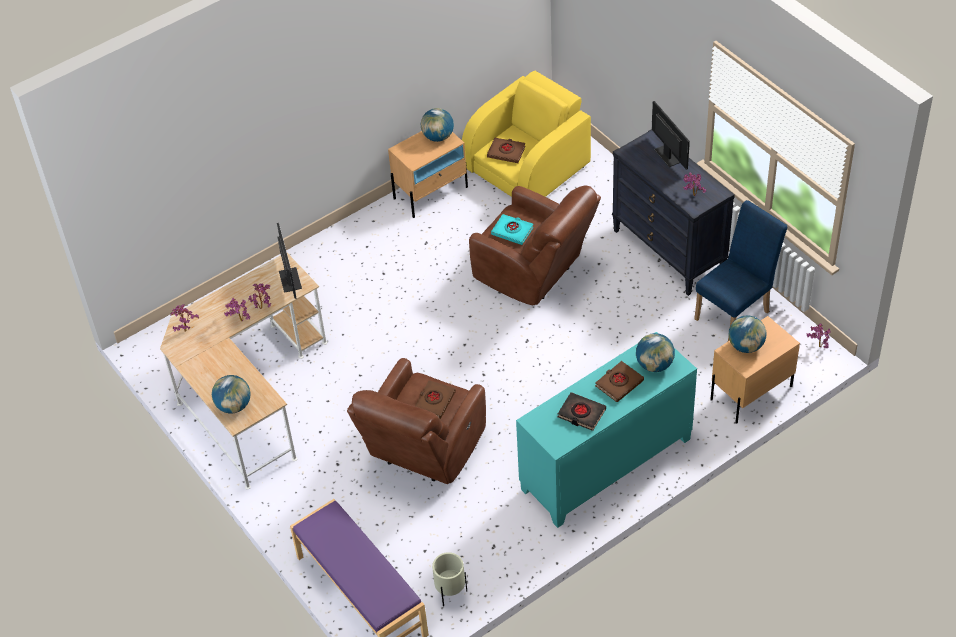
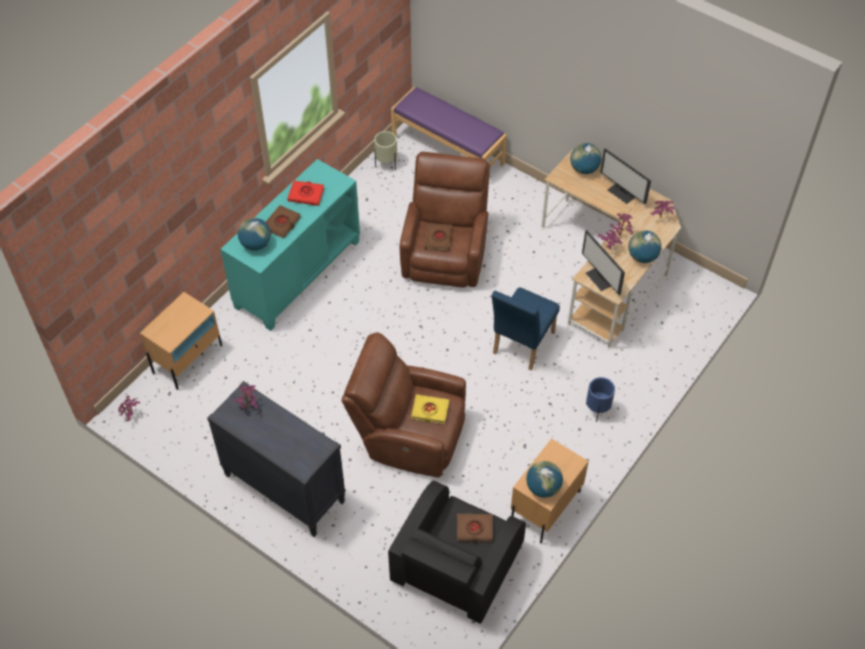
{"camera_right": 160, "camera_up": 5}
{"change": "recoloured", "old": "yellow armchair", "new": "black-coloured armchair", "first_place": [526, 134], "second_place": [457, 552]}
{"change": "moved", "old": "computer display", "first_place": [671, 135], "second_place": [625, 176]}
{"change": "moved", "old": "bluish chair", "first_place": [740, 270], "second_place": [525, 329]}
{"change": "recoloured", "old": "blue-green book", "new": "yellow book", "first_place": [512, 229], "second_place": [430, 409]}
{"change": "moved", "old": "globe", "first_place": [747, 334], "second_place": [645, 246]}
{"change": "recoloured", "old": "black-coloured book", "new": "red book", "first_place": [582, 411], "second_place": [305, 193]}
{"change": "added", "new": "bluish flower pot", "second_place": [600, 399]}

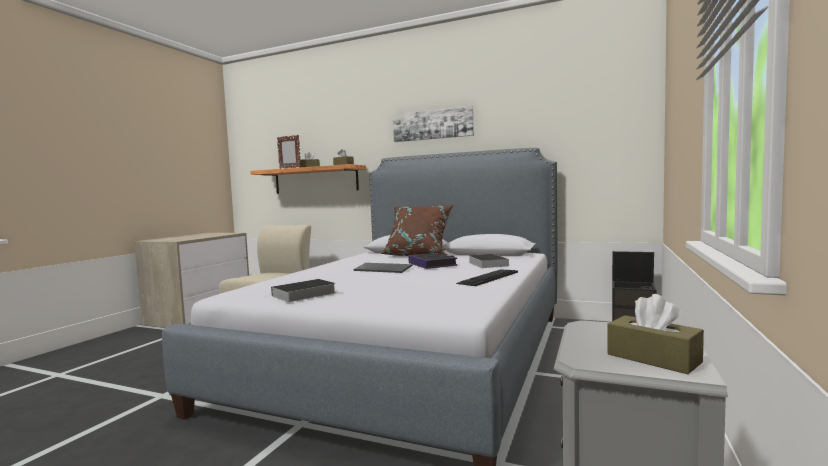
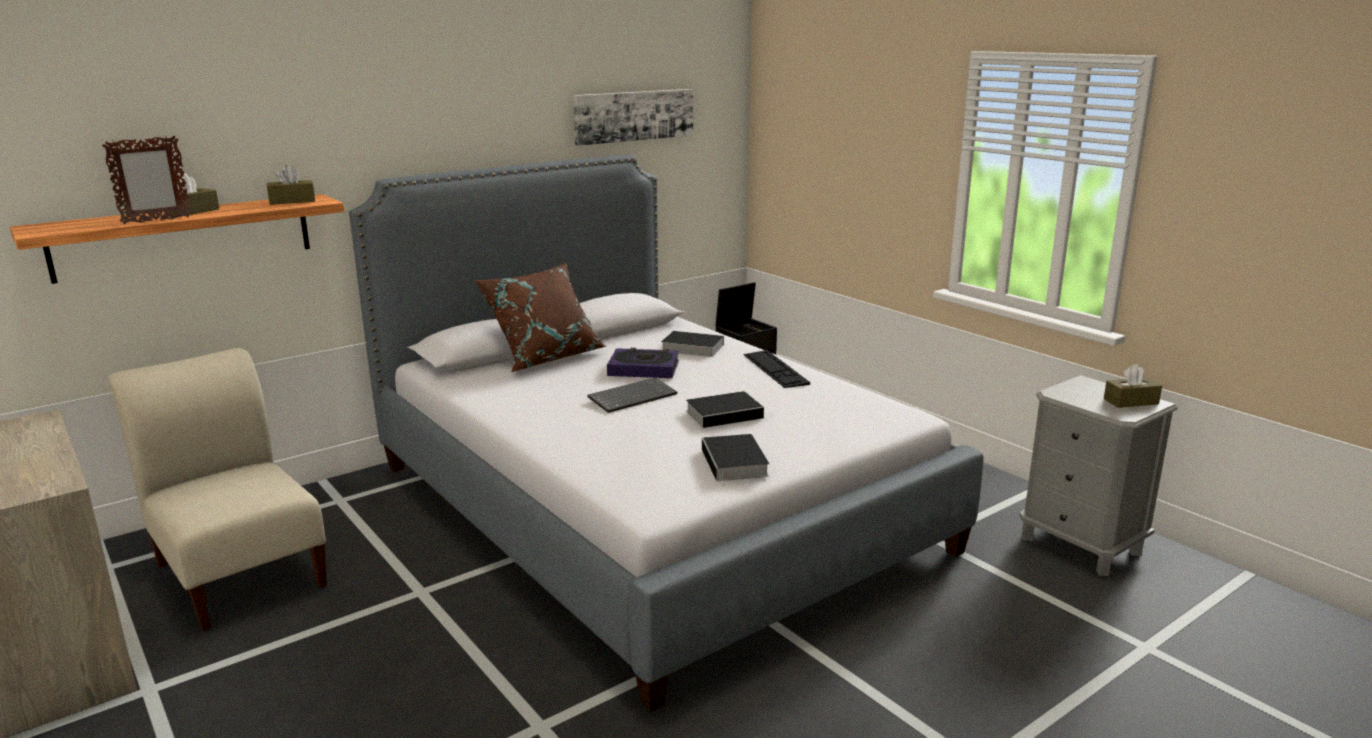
{"camera_right": -60, "camera_up": 15}
{"change": "moved", "old": "picture", "first_place": [433, 124], "second_place": [633, 117]}
{"change": "added", "new": "book", "second_place": [728, 409]}

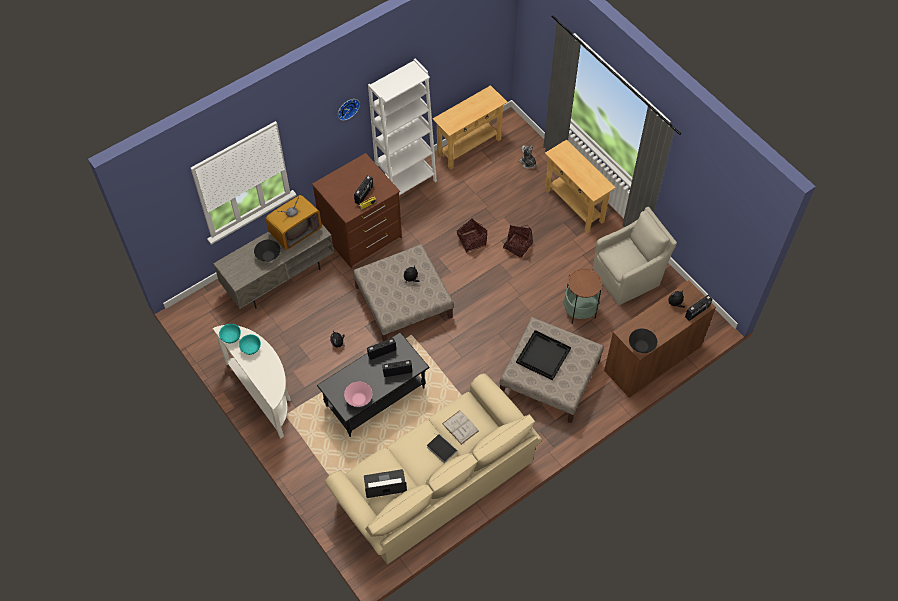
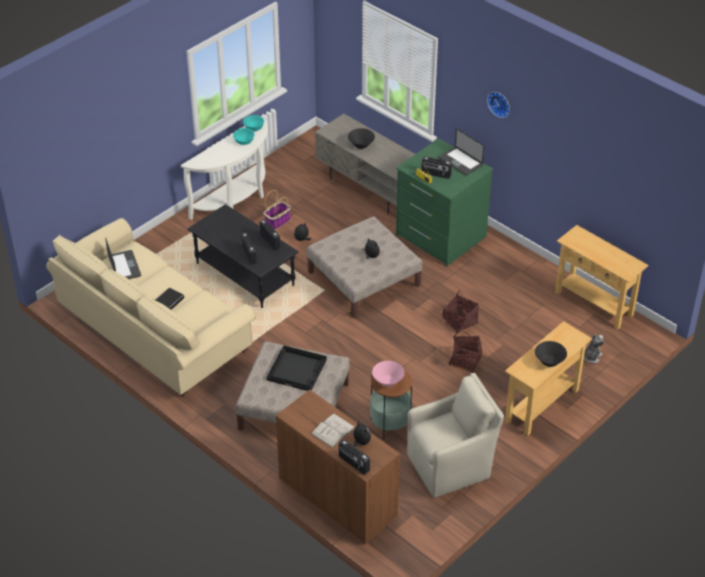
{"camera_right": 80, "camera_up": -15}
{"change": "removed", "old": "whitish bookcase", "first_place": [402, 127]}
{"change": "recoloured", "old": "brown drawer chest", "new": "green-coloured drawer chest", "first_place": [357, 210], "second_place": [444, 202]}
{"change": "removed", "old": "TV set", "first_place": [293, 222]}
{"change": "turned", "old": "beige-coloured armchair", "first_place": [635, 256], "second_place": [455, 435], "degrees": -75}
{"change": "moved", "old": "black-coloured deep dish", "first_place": [643, 341], "second_place": [551, 354]}
{"change": "moved", "old": "pink deep dish", "first_place": [358, 394], "second_place": [388, 374]}
{"change": "moved", "old": "whitish book", "first_place": [460, 427], "second_place": [333, 430]}
{"change": "added", "new": "laptop", "second_place": [461, 152]}
{"change": "added", "new": "basket", "second_place": [277, 210]}

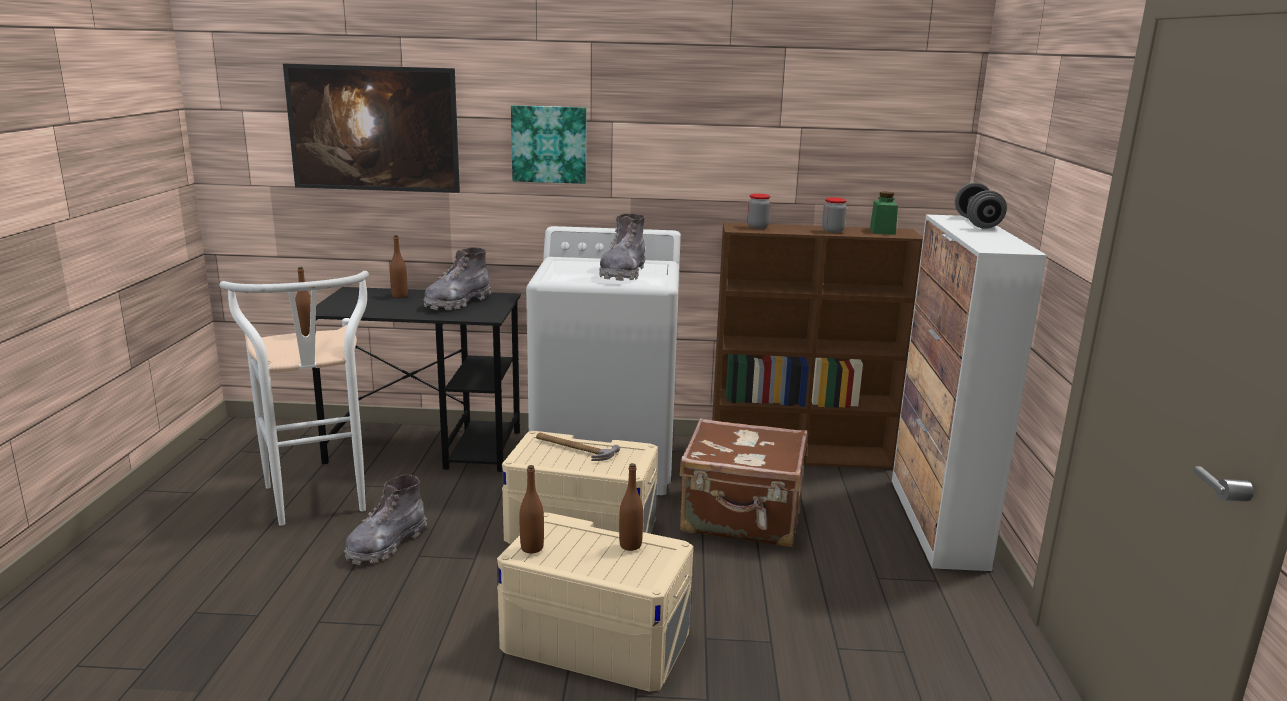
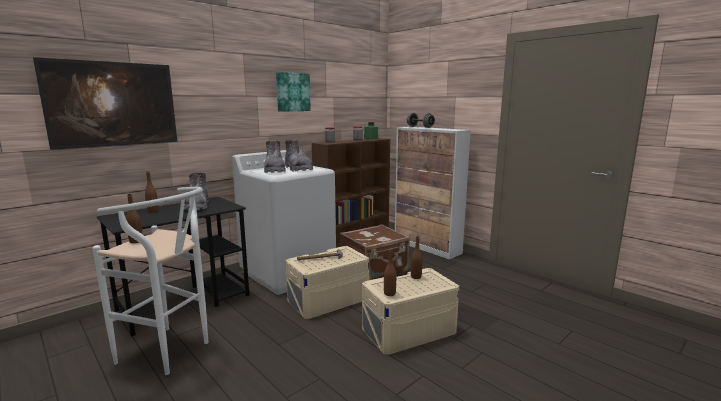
{"camera_right": -45, "camera_up": -5}
{"change": "moved", "old": "picture", "first_place": [548, 144], "second_place": [293, 92]}
{"change": "moved", "old": "gray high-top boot", "first_place": [385, 520], "second_place": [275, 157]}

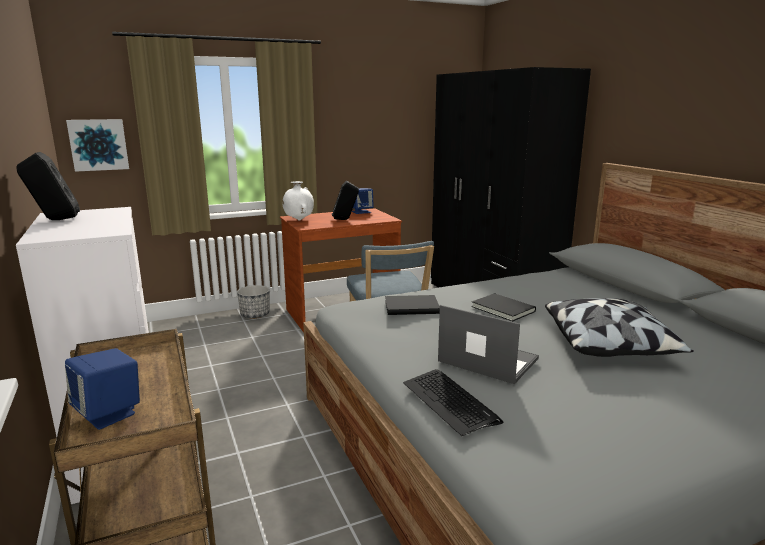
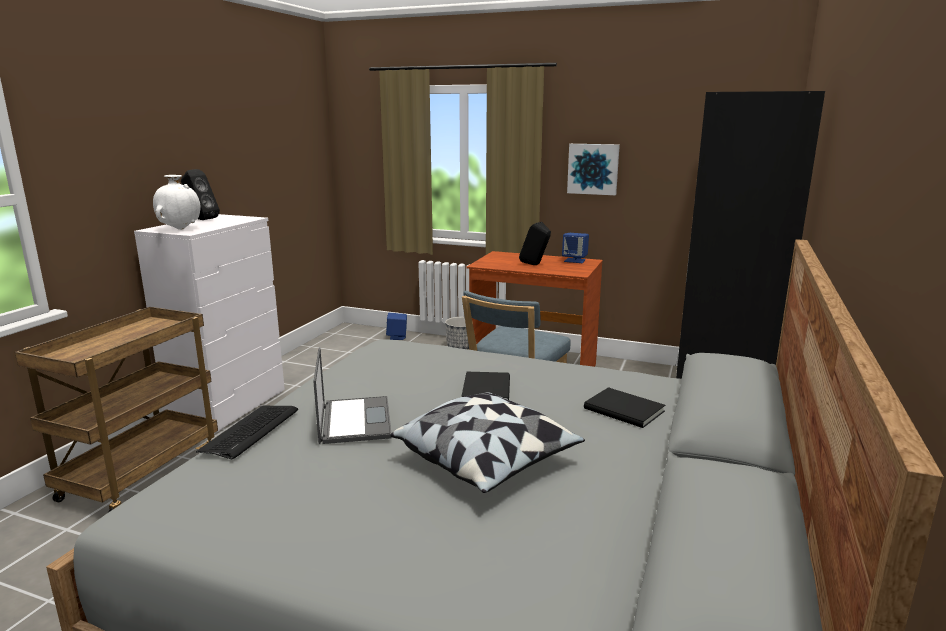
{"camera_right": 45, "camera_up": 0}
{"change": "moved", "old": "picture", "first_place": [97, 145], "second_place": [593, 169]}
{"change": "moved", "old": "whitish vase", "first_place": [298, 200], "second_place": [177, 202]}
{"change": "moved", "old": "black-coloured book", "first_place": [412, 305], "second_place": [625, 407]}
{"change": "moved", "old": "bluish audio speaker", "first_place": [102, 389], "second_place": [396, 326]}

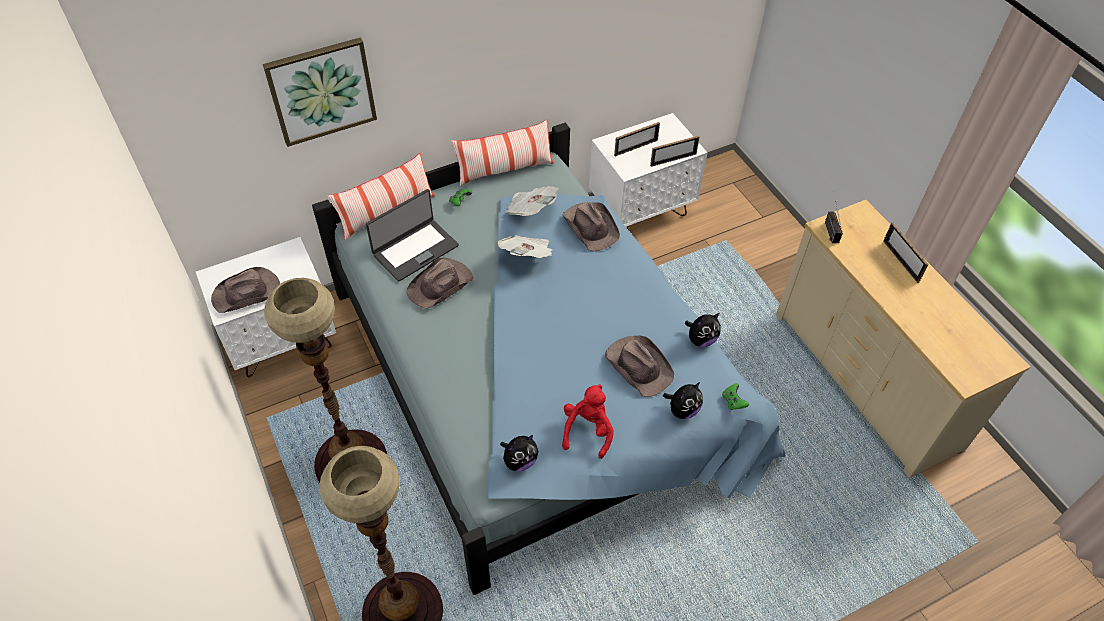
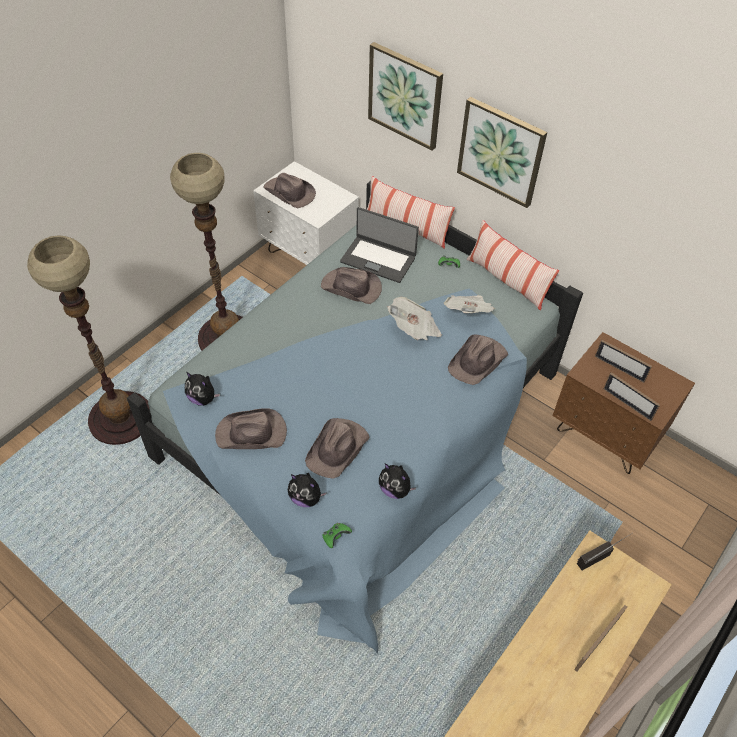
{"camera_right": 65, "camera_up": 0}
{"change": "recoloured", "old": "whitish night table", "new": "brown night table", "first_place": [648, 171], "second_place": [623, 403]}
{"change": "replaced", "old": "red cuddly toy", "new": "brown hat", "first_place": [588, 421], "second_place": [251, 428]}
{"change": "added", "new": "picture", "second_place": [502, 152]}

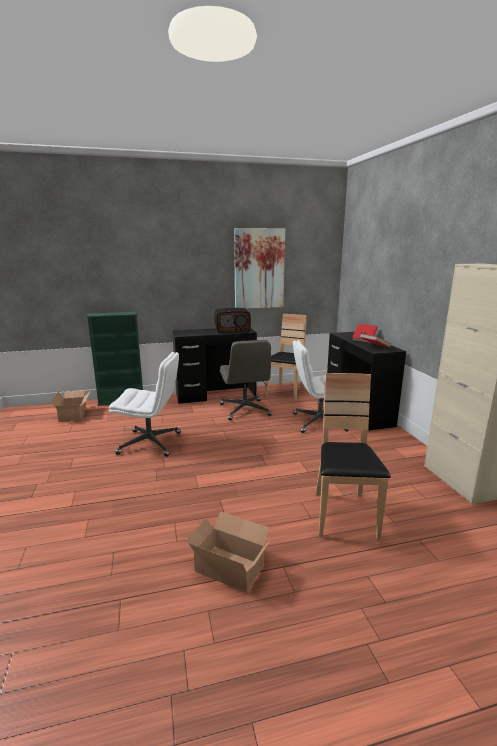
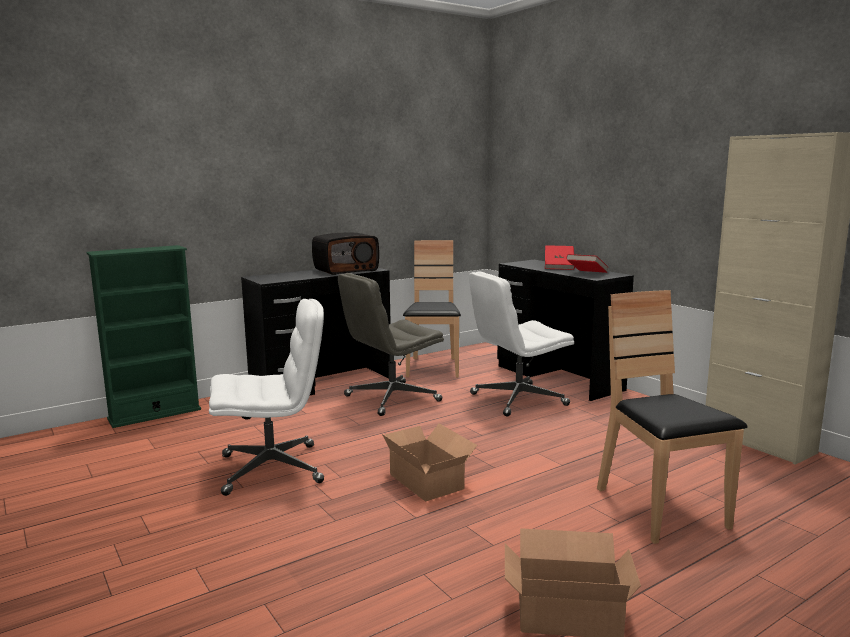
{"camera_right": -20, "camera_up": -5}
{"change": "removed", "old": "picture", "first_place": [259, 268]}
{"change": "turned", "old": "gray desk chair", "first_place": [246, 380], "second_place": [391, 344], "degrees": 90}
{"change": "moved", "old": "carton", "first_place": [70, 406], "second_place": [429, 463]}

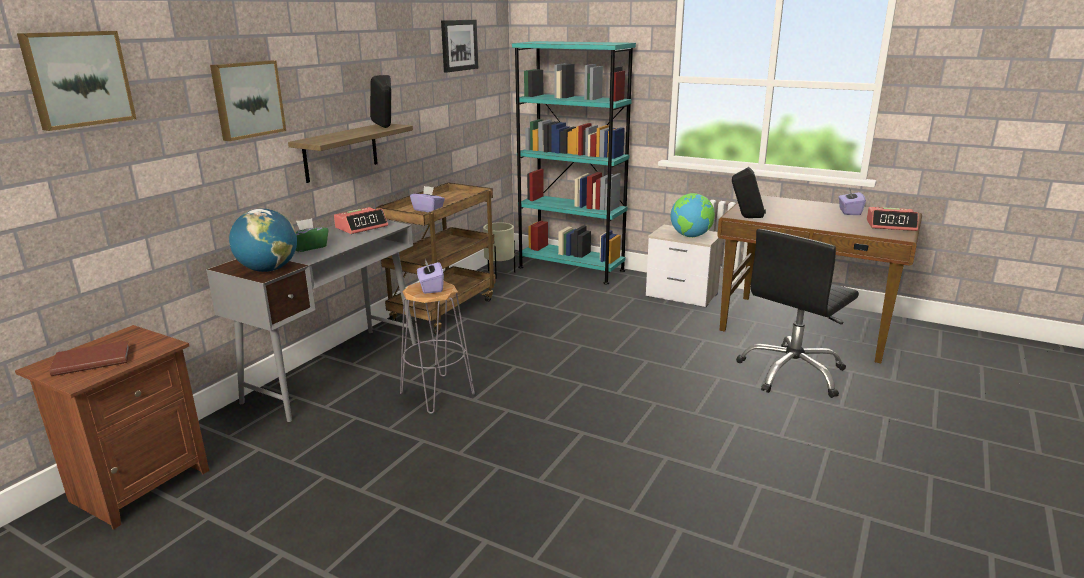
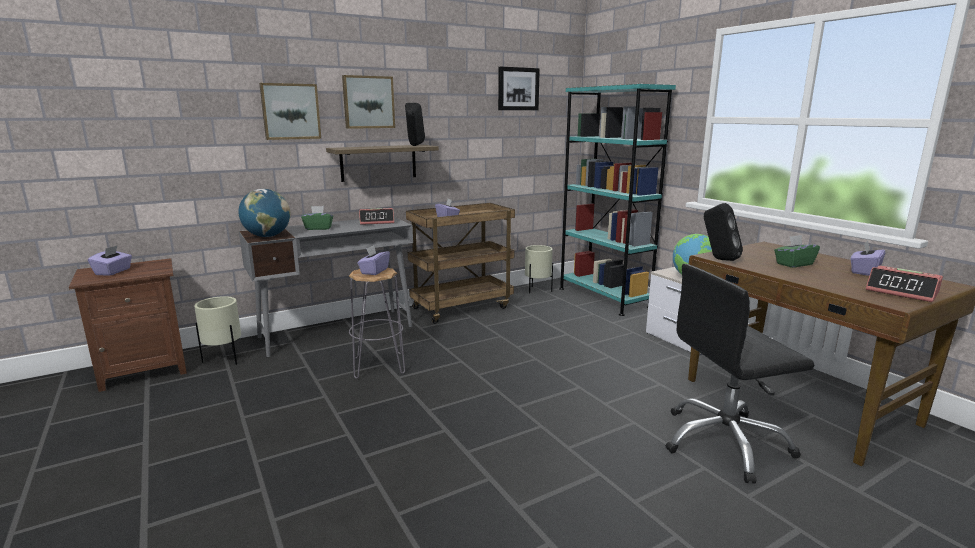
{"camera_right": 30, "camera_up": -5}
{"change": "moved", "old": "picture", "first_place": [76, 81], "second_place": [368, 102]}
{"change": "replaced", "old": "brown book", "new": "purple tissue holder", "first_place": [89, 358], "second_place": [110, 260]}
{"change": "added", "new": "green-coloured tissue holder", "second_place": [797, 251]}
{"change": "added", "new": "beige-coloured flower pot", "second_place": [217, 330]}

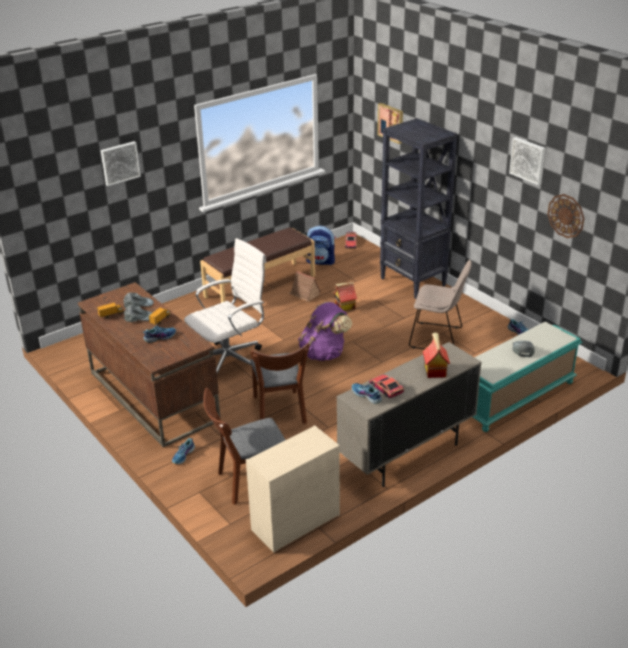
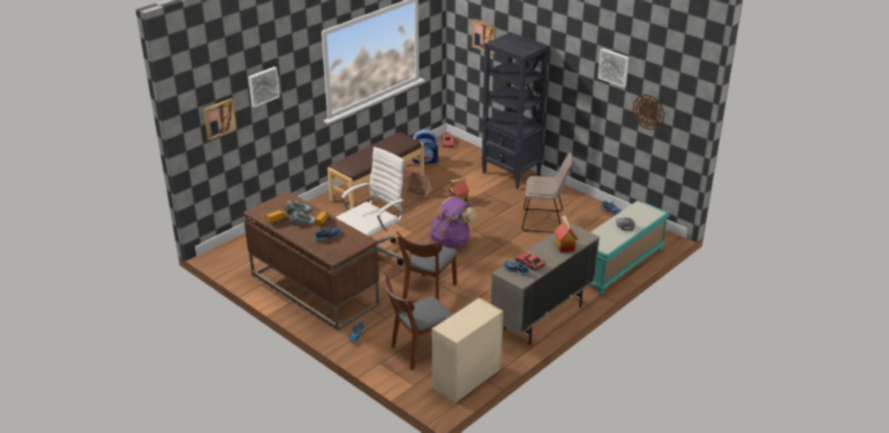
{"camera_right": -10, "camera_up": 0}
{"change": "turned", "old": "brown chair", "first_place": [280, 383], "second_place": [426, 265], "degrees": 45}
{"change": "added", "new": "picture", "second_place": [220, 119]}

